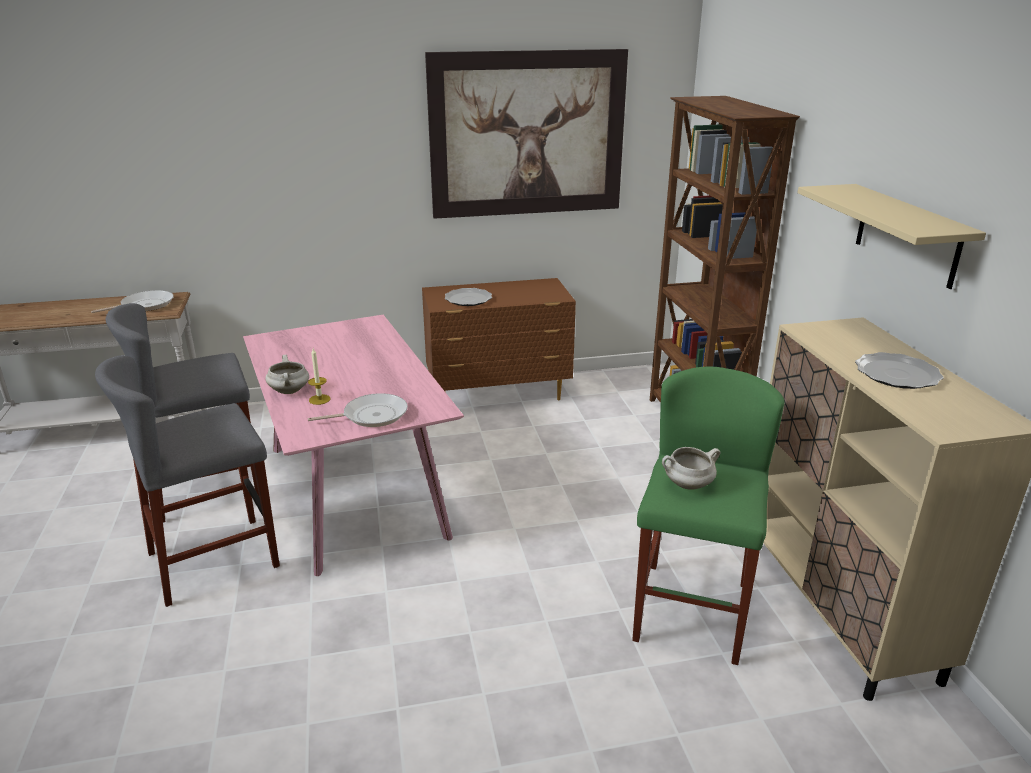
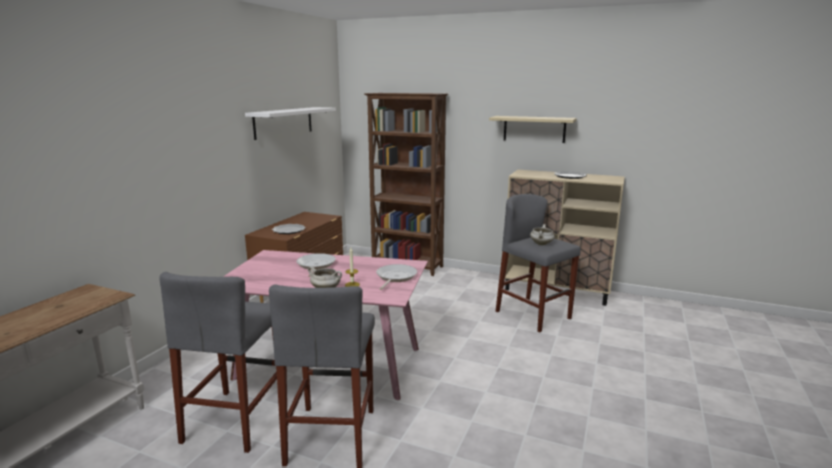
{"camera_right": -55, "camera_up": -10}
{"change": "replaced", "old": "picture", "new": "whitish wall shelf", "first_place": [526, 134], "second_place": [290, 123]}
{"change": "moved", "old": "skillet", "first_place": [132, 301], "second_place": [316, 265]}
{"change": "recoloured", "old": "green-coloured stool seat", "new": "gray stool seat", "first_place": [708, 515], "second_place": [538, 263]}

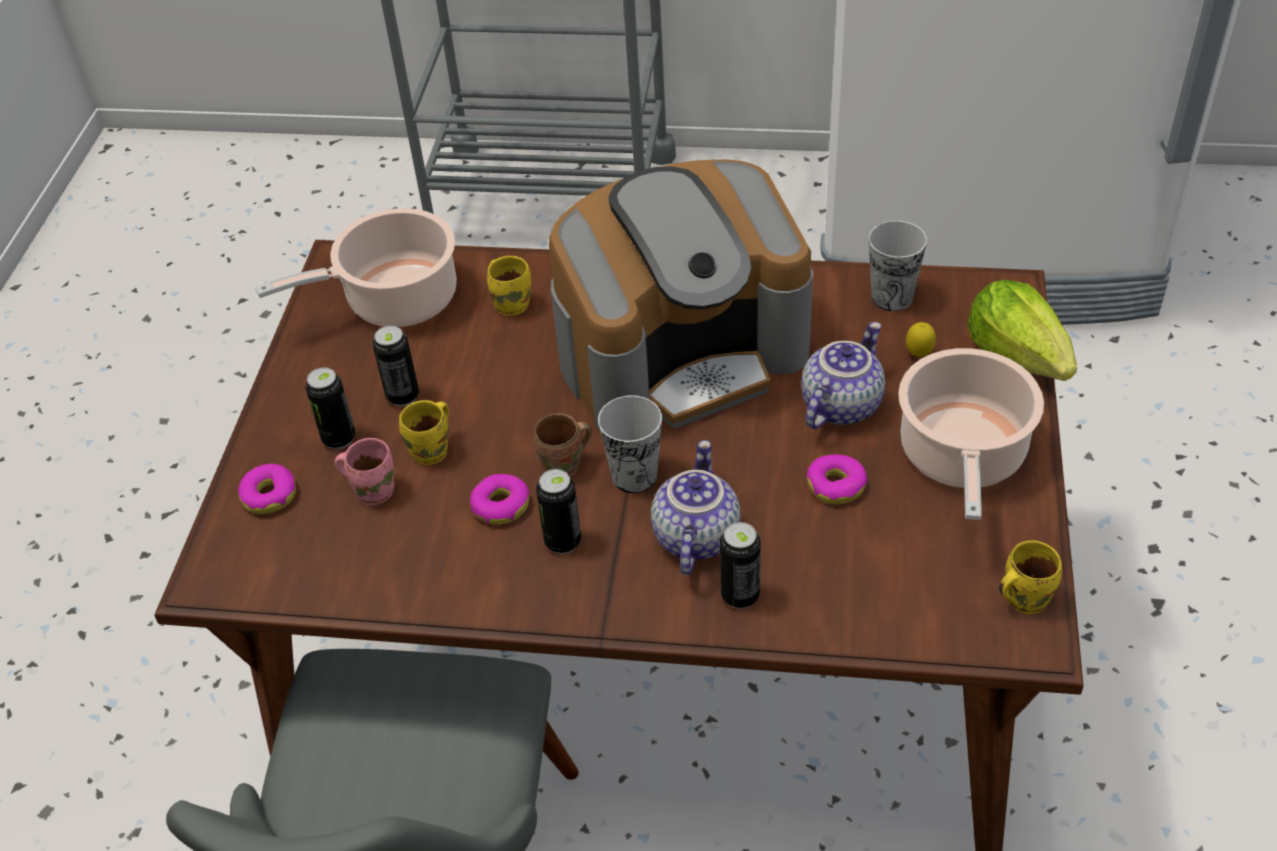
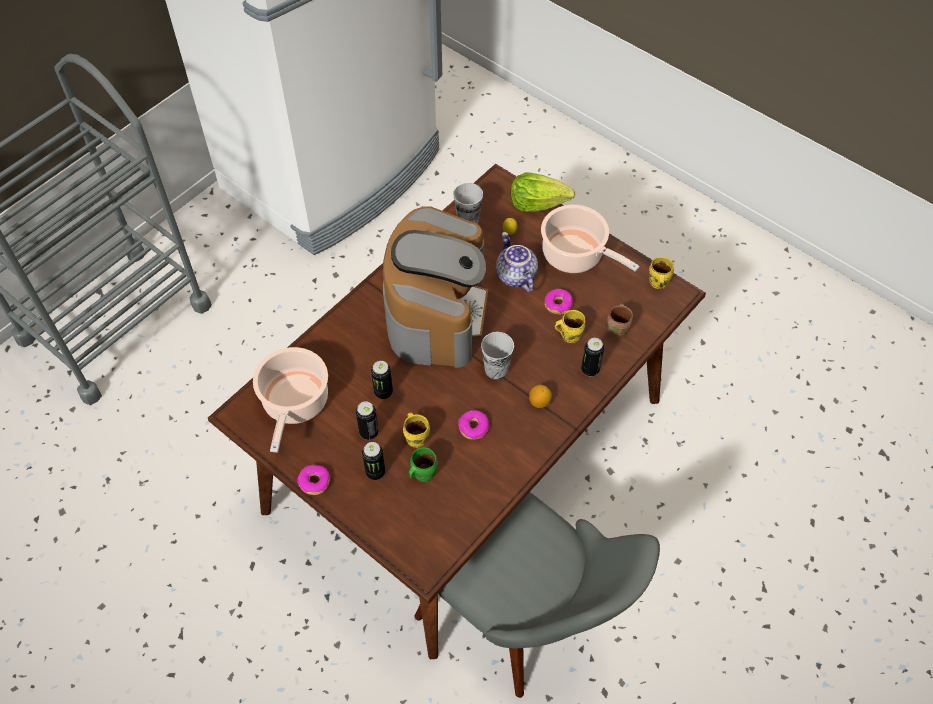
{"camera_right": -60, "camera_up": 10}
{"change": "moved", "old": "yellow tea mug", "first_place": [509, 286], "second_place": [570, 326]}
{"change": "moved", "old": "brown tea mug", "first_place": [562, 445], "second_place": [620, 320]}
{"change": "recoloured", "old": "pink tea mug", "new": "green-coloured tea mug", "first_place": [364, 472], "second_place": [423, 464]}
{"change": "removed", "old": "pot for tea", "first_place": [696, 507]}
{"change": "moved", "old": "doughnut", "first_place": [267, 489], "second_place": [314, 480]}
{"change": "moved", "old": "sealed can", "first_place": [558, 511], "second_place": [382, 380]}
{"change": "added", "new": "whole lemon", "second_place": [540, 396]}

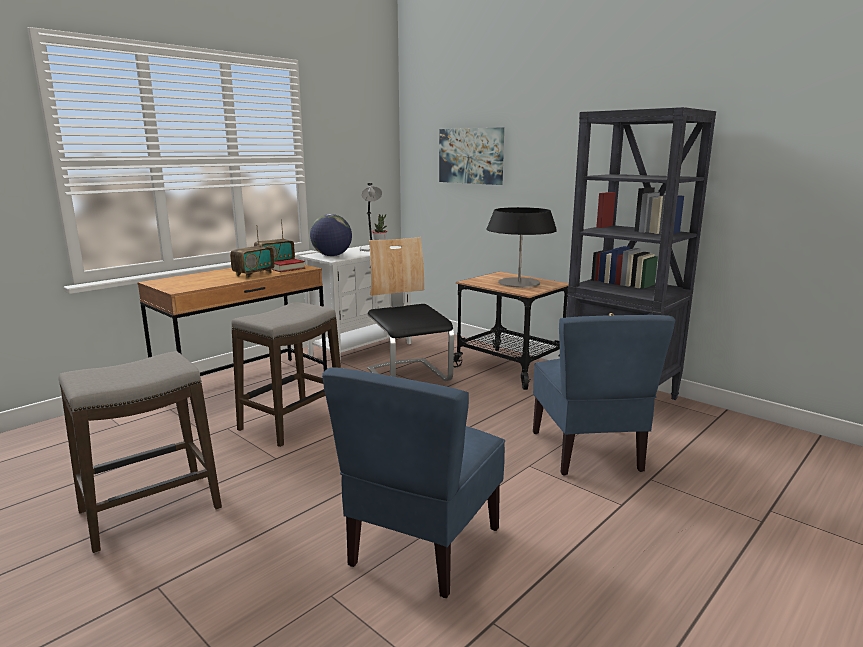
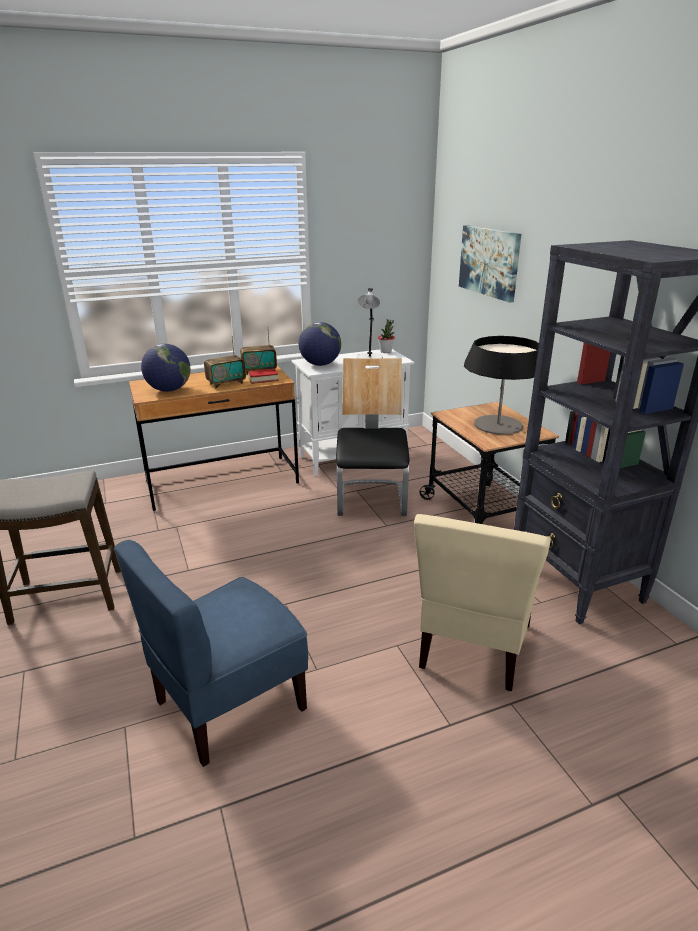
{"camera_right": 25, "camera_up": 10}
{"change": "removed", "old": "stool seat", "first_place": [286, 374]}
{"change": "recoloured", "old": "bluish chair", "new": "beige-coloured chair", "first_place": [604, 395], "second_place": [482, 602]}
{"change": "added", "new": "globe", "second_place": [166, 368]}

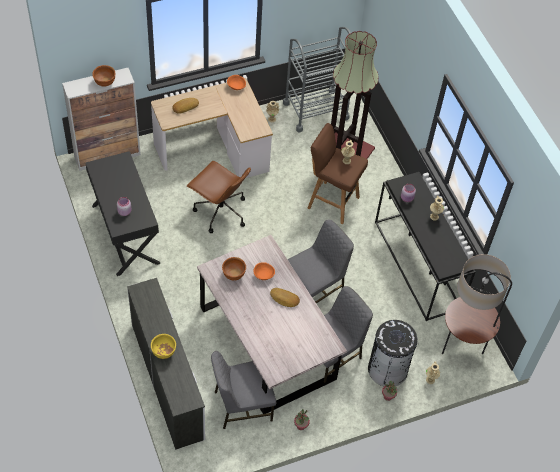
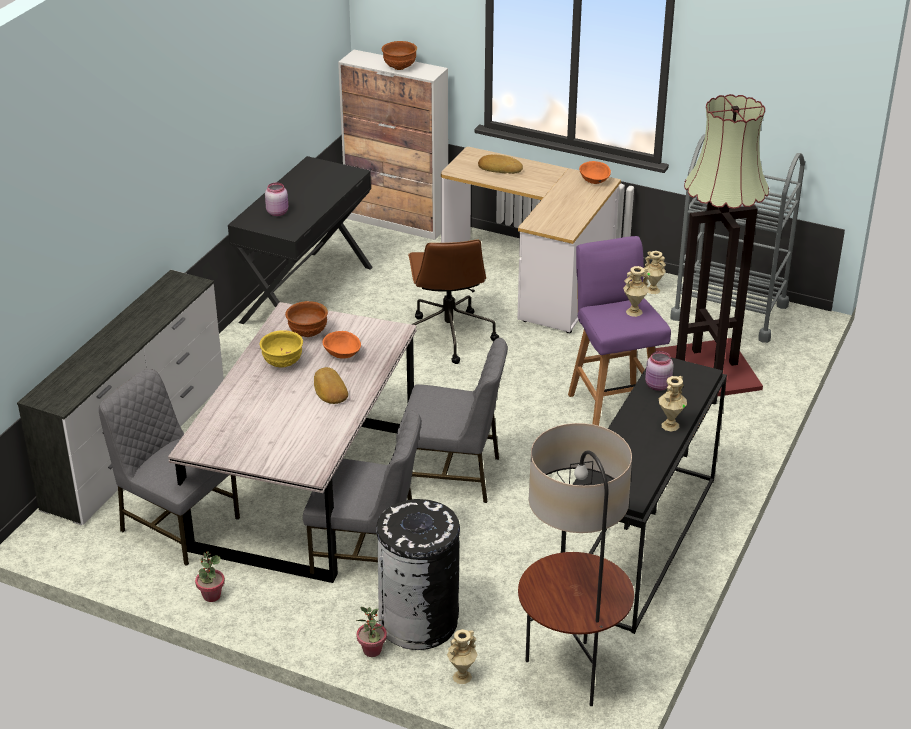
{"camera_right": 50, "camera_up": -20}
{"change": "recoloured", "old": "brown stool seat", "new": "purple stool seat", "first_place": [338, 174], "second_place": [619, 331]}
{"change": "moved", "old": "yellow deep dish", "first_place": [163, 346], "second_place": [281, 349]}

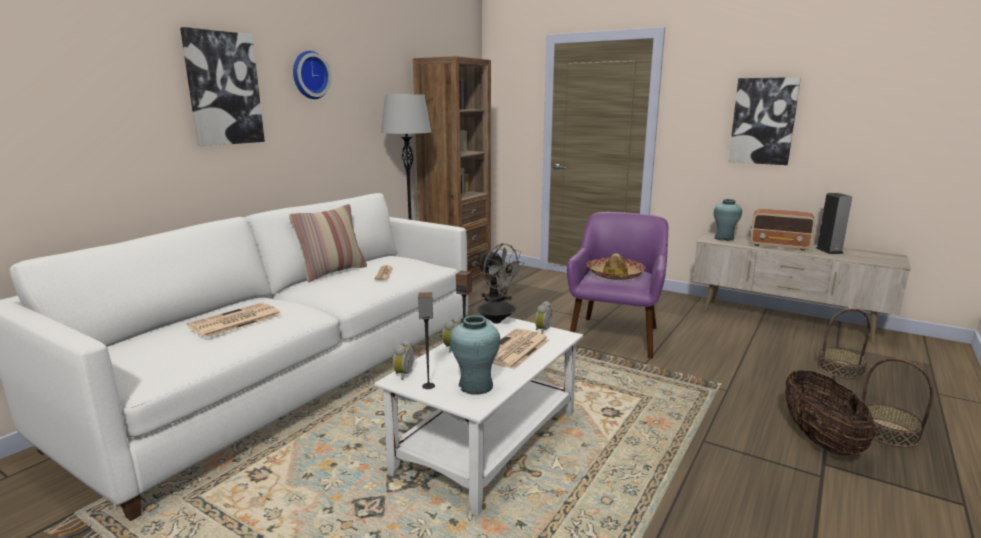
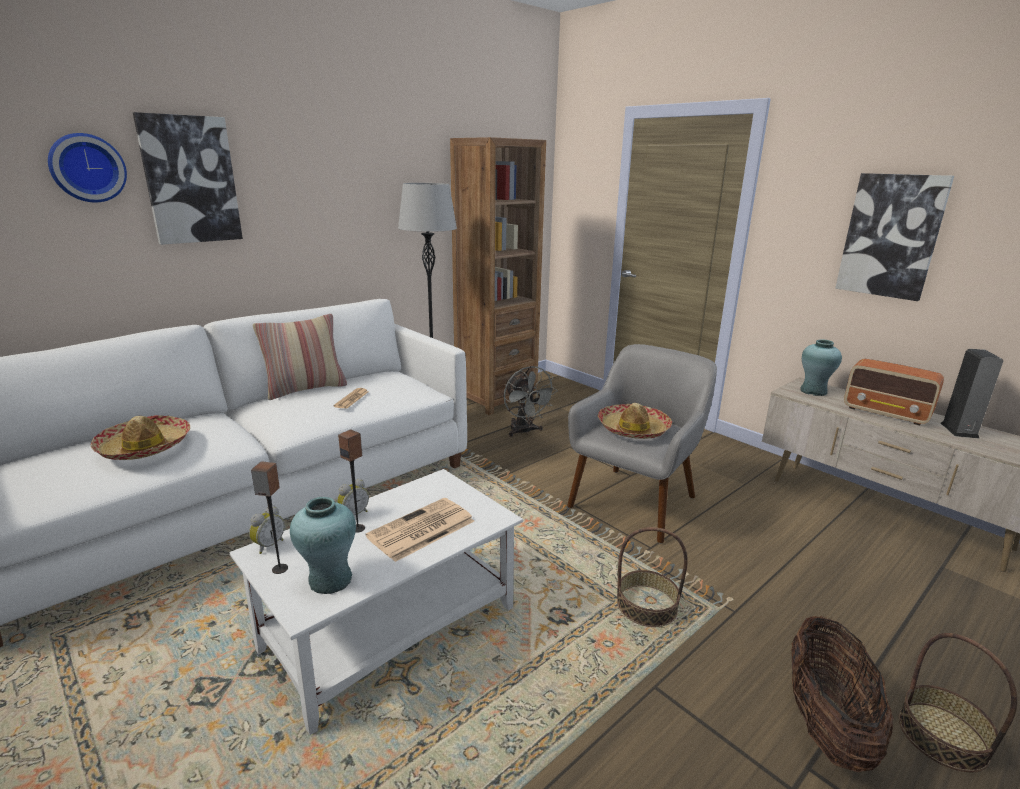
{"camera_right": 15, "camera_up": 5}
{"change": "moved", "old": "hanging clock", "first_place": [312, 75], "second_place": [87, 167]}
{"change": "recoloured", "old": "purple armchair", "new": "gray armchair", "first_place": [617, 285], "second_place": [642, 443]}
{"change": "removed", "old": "bedside clock", "first_place": [543, 317]}
{"change": "replaced", "old": "printed paper", "new": "hat", "first_place": [234, 320], "second_place": [140, 437]}
{"change": "removed", "old": "black-coloured deep dish", "first_place": [496, 313]}
{"change": "moved", "old": "basket", "first_place": [843, 343], "second_place": [652, 577]}

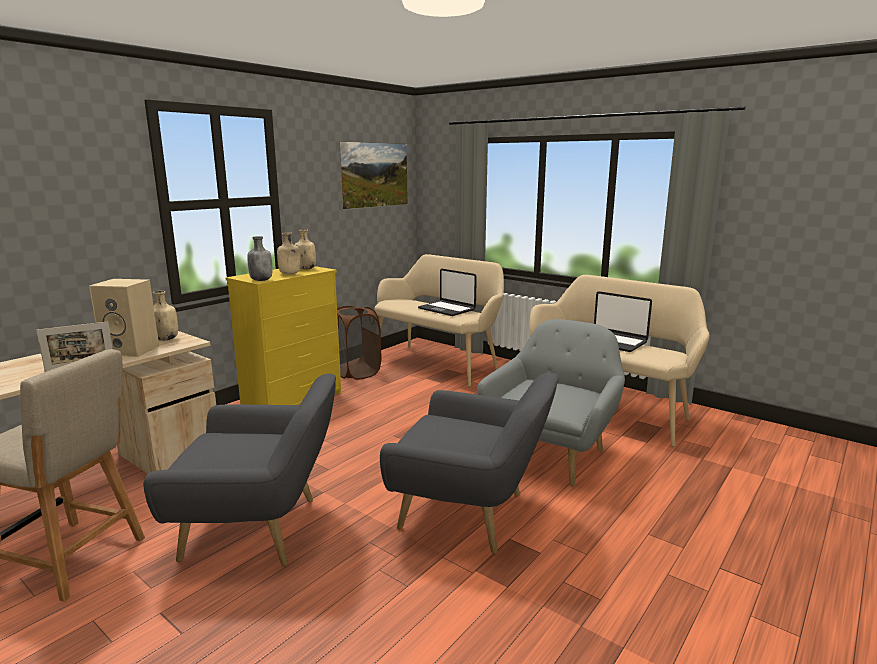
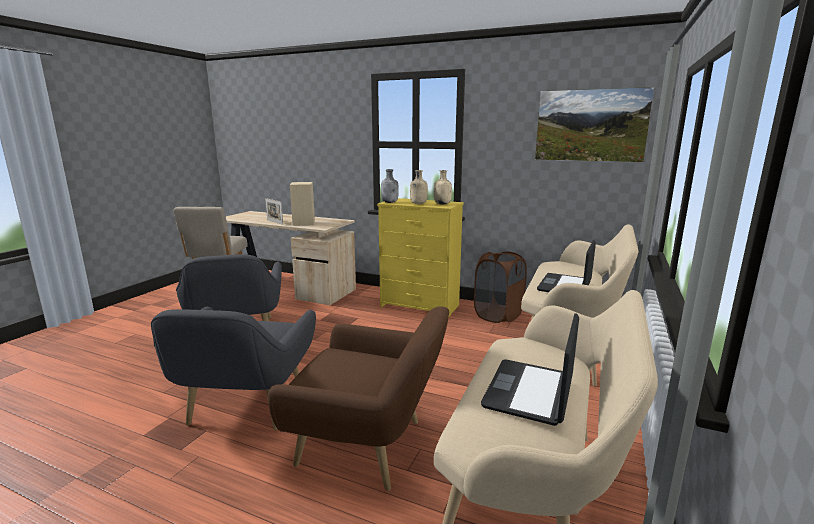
{"camera_right": 75, "camera_up": 0}
{"change": "removed", "old": "beige-coloured drink bottle", "first_place": [165, 316]}
{"change": "recoloured", "old": "gray armchair", "new": "brown armchair", "first_place": [551, 403], "second_place": [358, 398]}

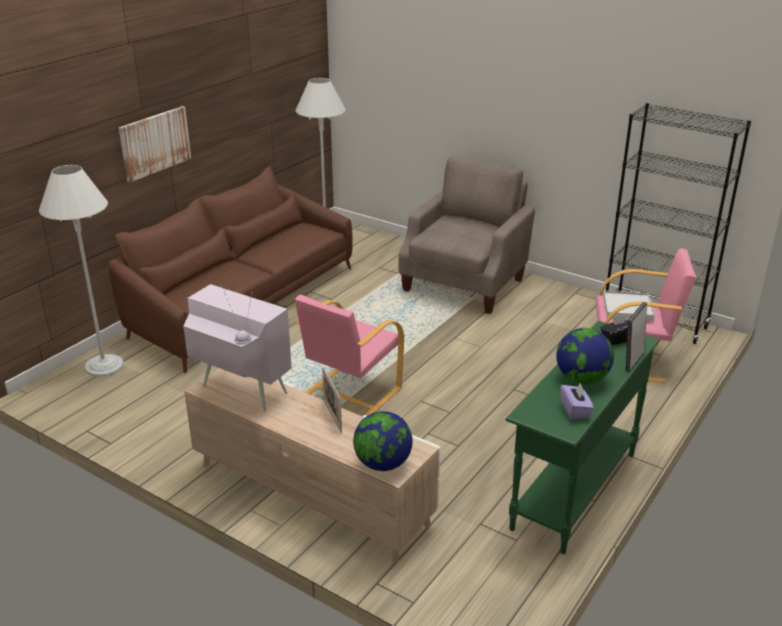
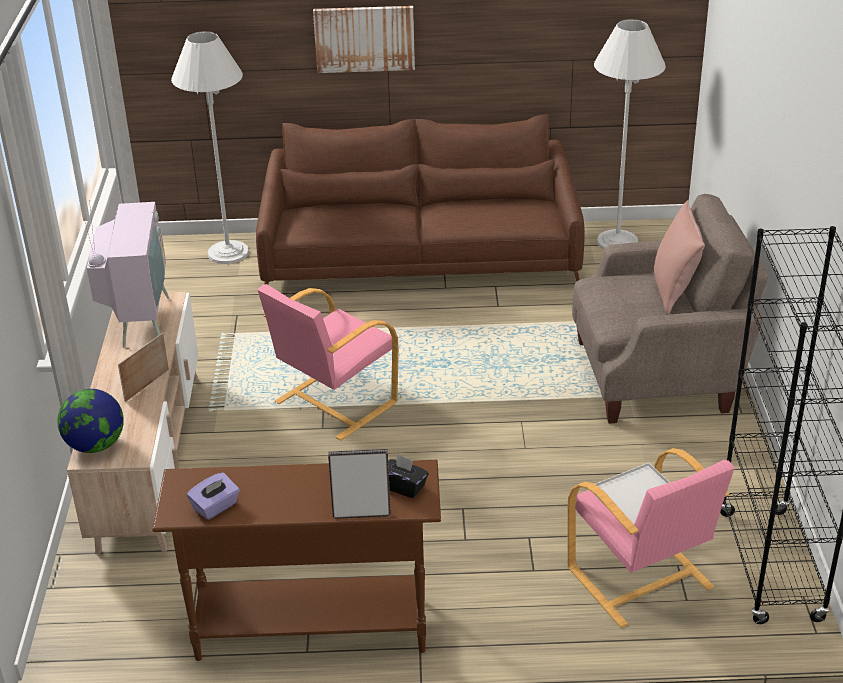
{"camera_right": 55, "camera_up": 5}
{"change": "turned", "old": "pink armchair", "first_place": [349, 355], "second_place": [328, 362], "degrees": -45}
{"change": "recoloured", "old": "green-coloured console table", "new": "brown console table", "first_place": [583, 437], "second_place": [296, 560]}
{"change": "removed", "old": "globe", "first_place": [585, 356]}
{"change": "added", "new": "pink pillow", "second_place": [679, 257]}

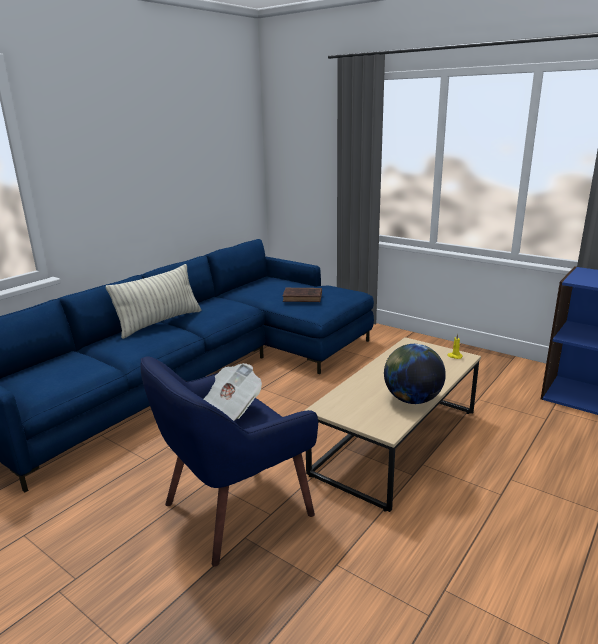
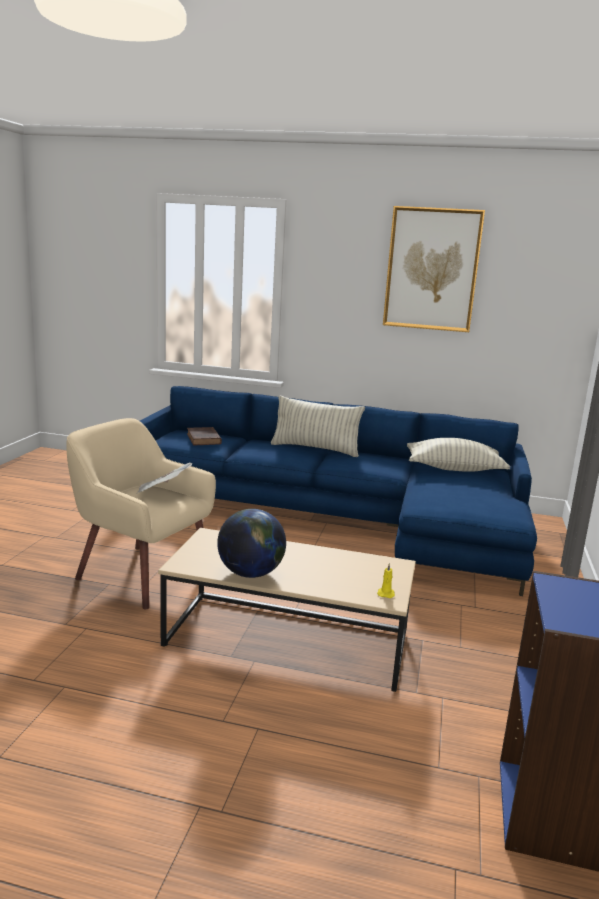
{"camera_right": 65, "camera_up": -5}
{"change": "moved", "old": "brown book", "first_place": [302, 295], "second_place": [204, 436]}
{"change": "recoloured", "old": "bluish armchair", "new": "beige-coloured armchair", "first_place": [229, 461], "second_place": [141, 513]}
{"change": "added", "new": "picture", "second_place": [434, 269]}
{"change": "added", "new": "pillow", "second_place": [458, 455]}

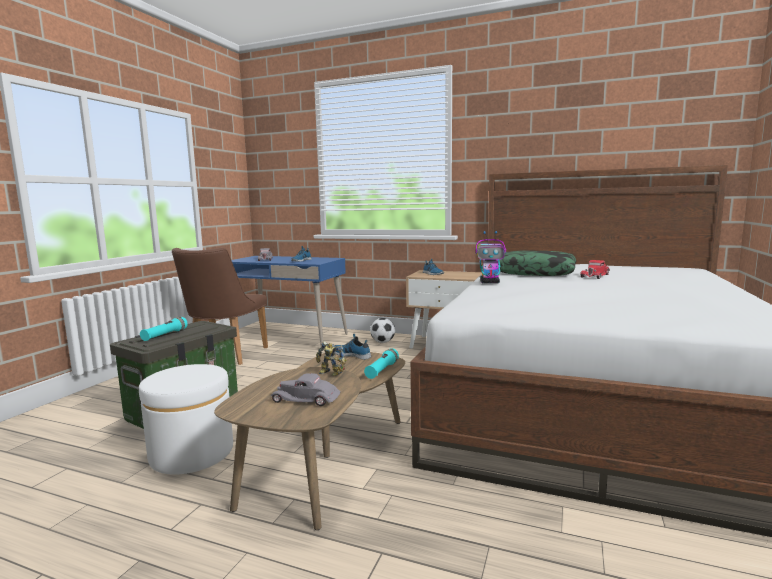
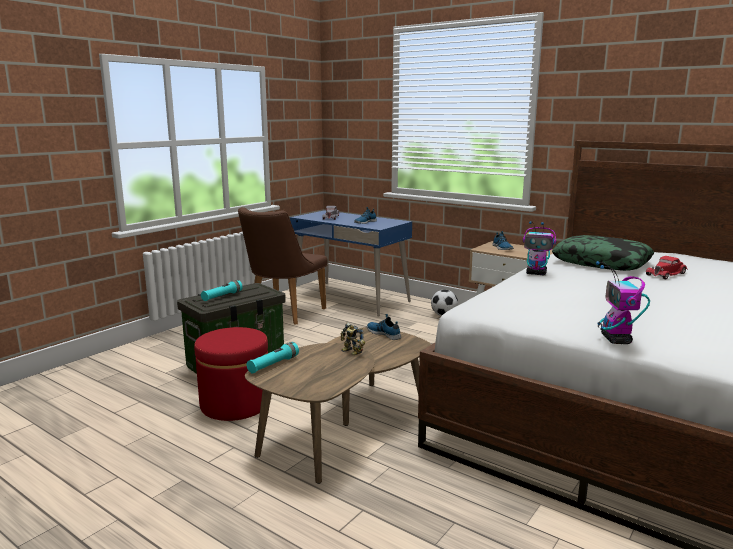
{"camera_right": 15, "camera_up": 5}
{"change": "moved", "old": "blue-green torch", "first_place": [381, 363], "second_place": [273, 358]}
{"change": "recoloured", "old": "whitish footrest", "new": "red footrest", "first_place": [186, 419], "second_place": [231, 374]}
{"change": "removed", "old": "gray miniature car", "first_place": [305, 389]}
{"change": "added", "new": "toy robot", "second_place": [623, 302]}

